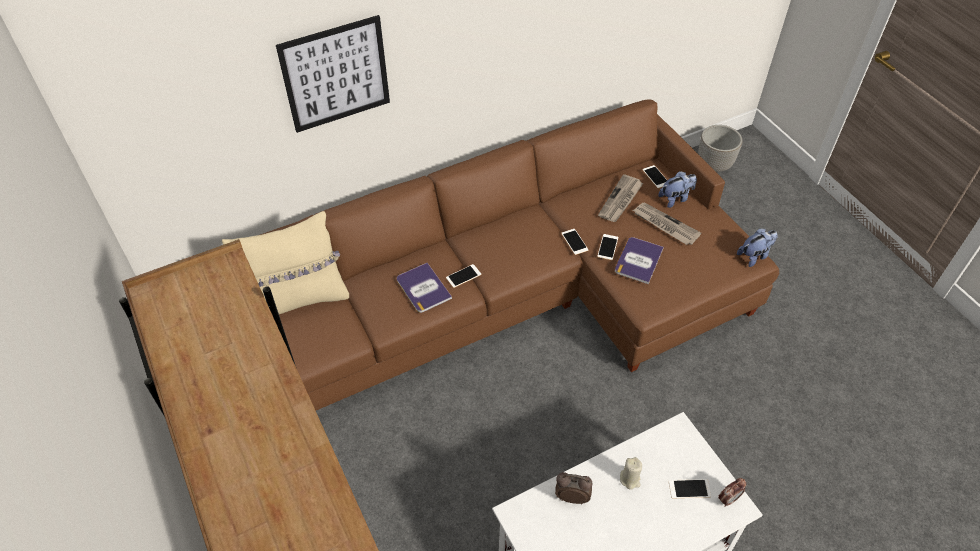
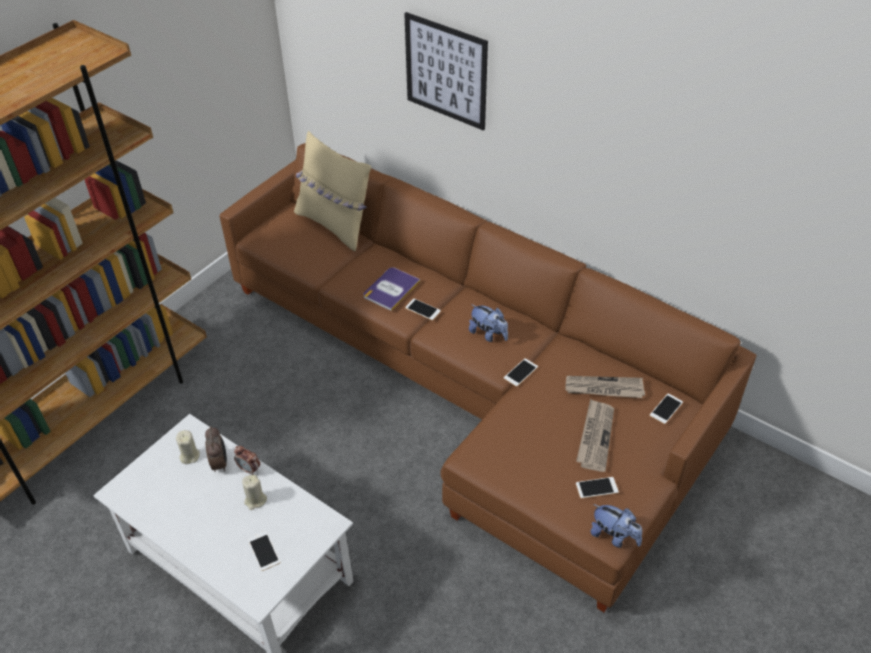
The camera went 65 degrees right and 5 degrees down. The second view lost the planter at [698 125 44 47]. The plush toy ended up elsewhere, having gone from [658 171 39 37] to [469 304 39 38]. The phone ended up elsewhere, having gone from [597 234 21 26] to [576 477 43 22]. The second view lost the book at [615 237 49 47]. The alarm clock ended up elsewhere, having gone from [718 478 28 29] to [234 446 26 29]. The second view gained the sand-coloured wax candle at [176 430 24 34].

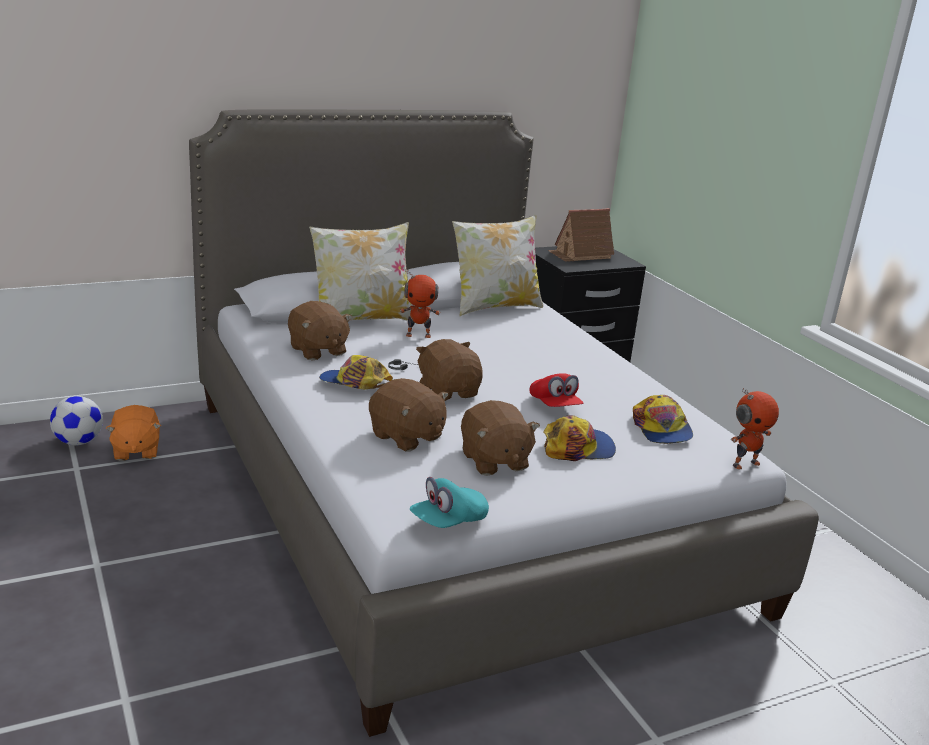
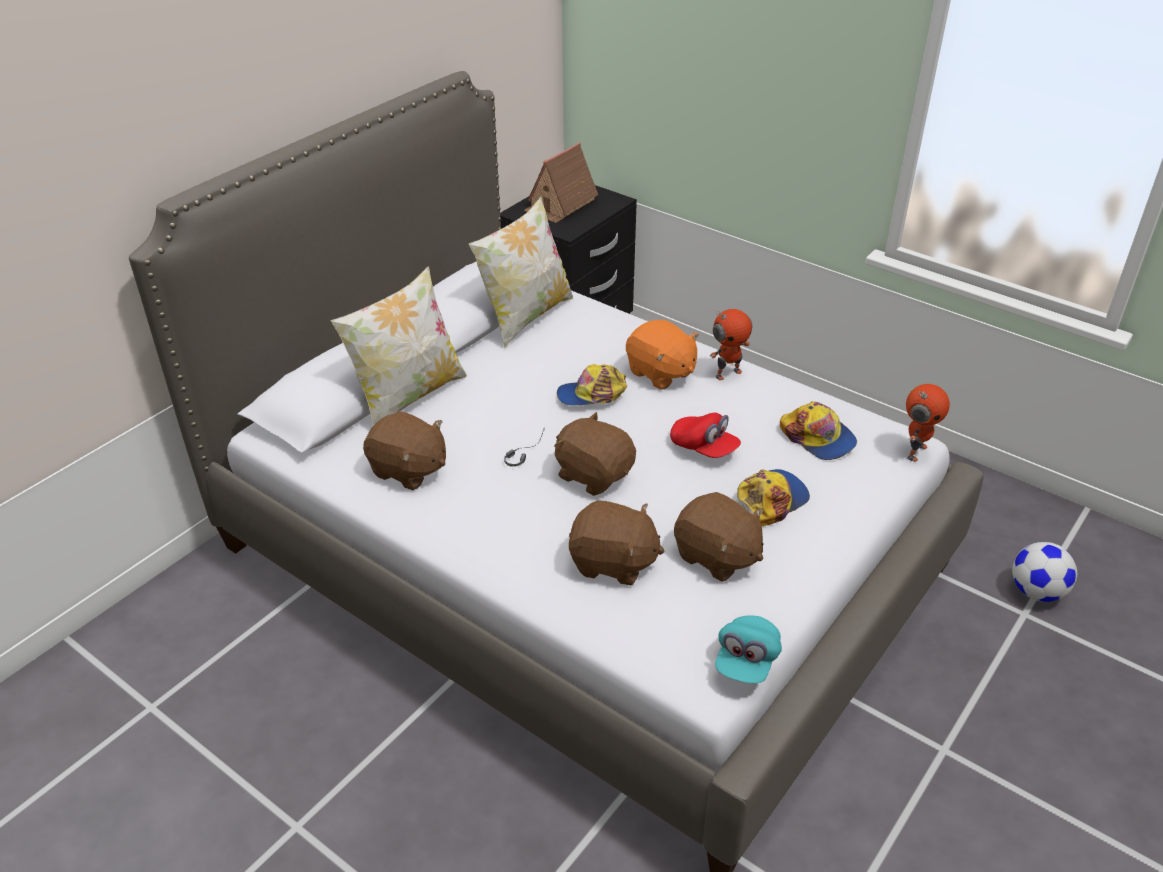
The camera went 25 degrees left and 15 degrees up. The robot figure ended up elsewhere, having gone from [400 268 40 70] to [710 309 42 71]. The baseball cap ended up elsewhere, having gone from [319 355 74 35] to [557 364 70 42]. The football ball ended up elsewhere, having gone from [50 396 53 49] to [1012 542 65 60]. The orange-coloured plush toy ended up elsewhere, having gone from [106 405 55 56] to [626 320 73 70].

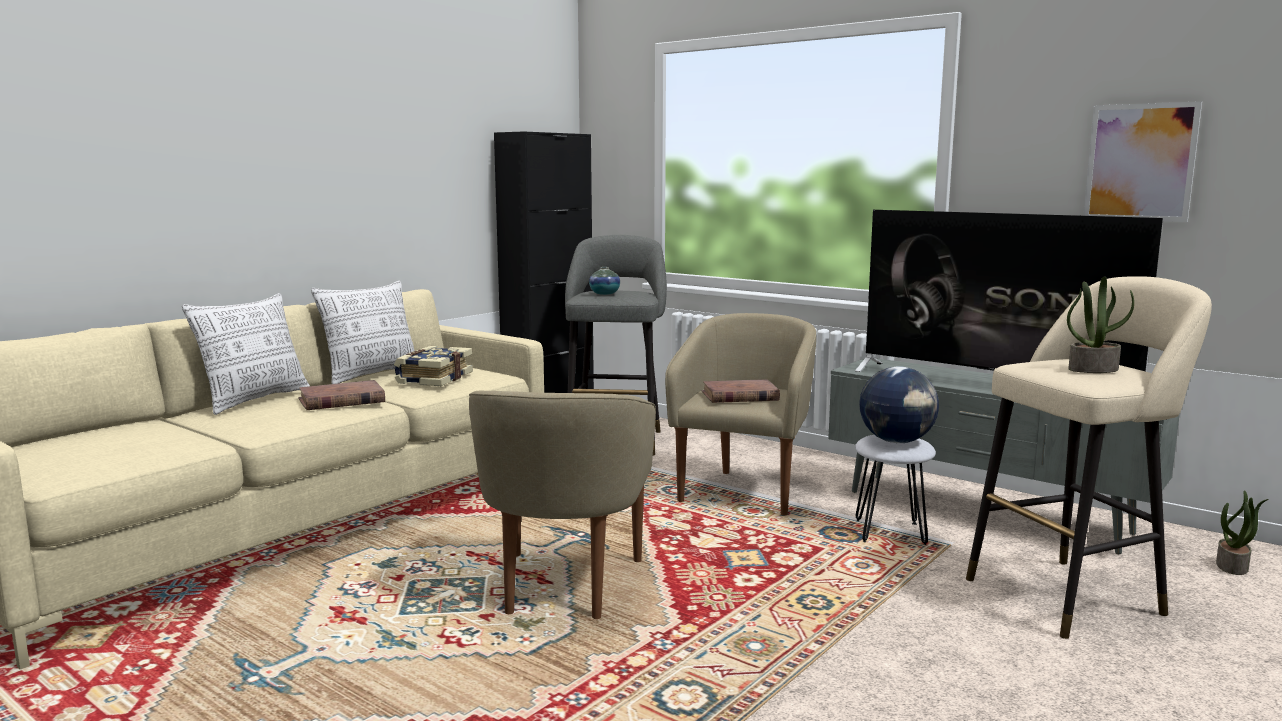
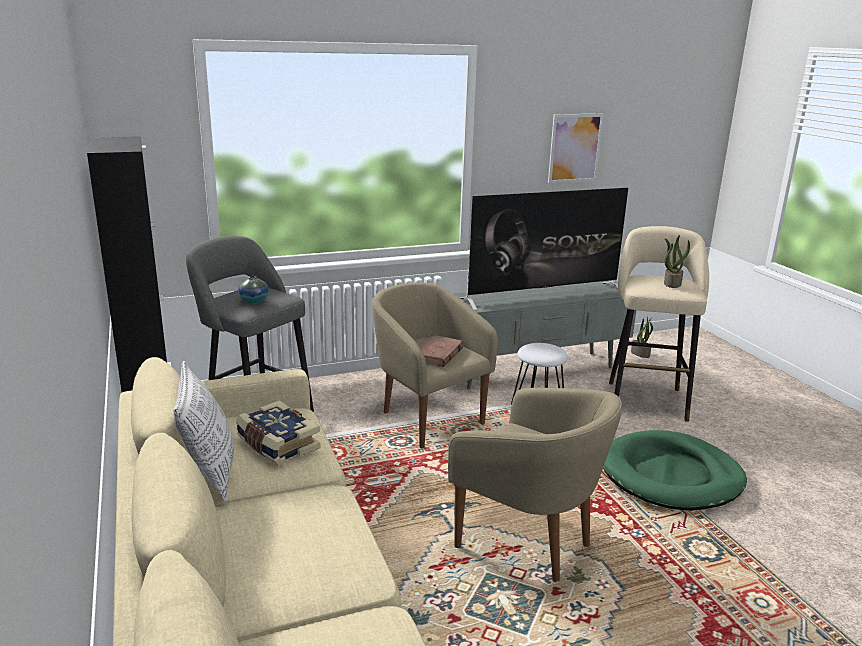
The camera went 60 degrees left and 10 degrees up. The second view lost the cushion at [182 293 128 122]. The second view lost the desk globe at [859 366 80 77]. The second view lost the brown-coloured book at [298 380 87 30]. The second view gained the green dog cushion at [603 430 144 80].

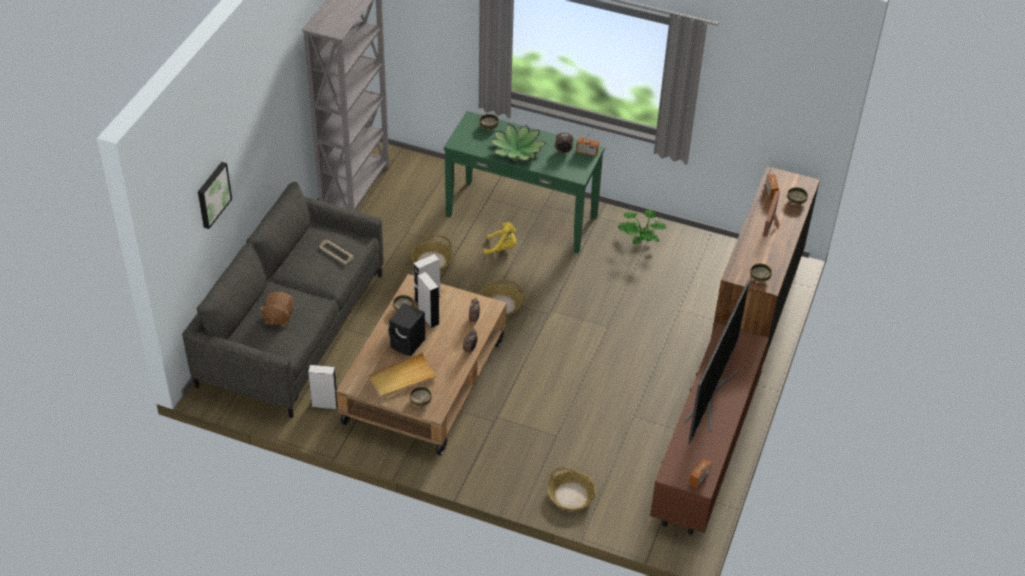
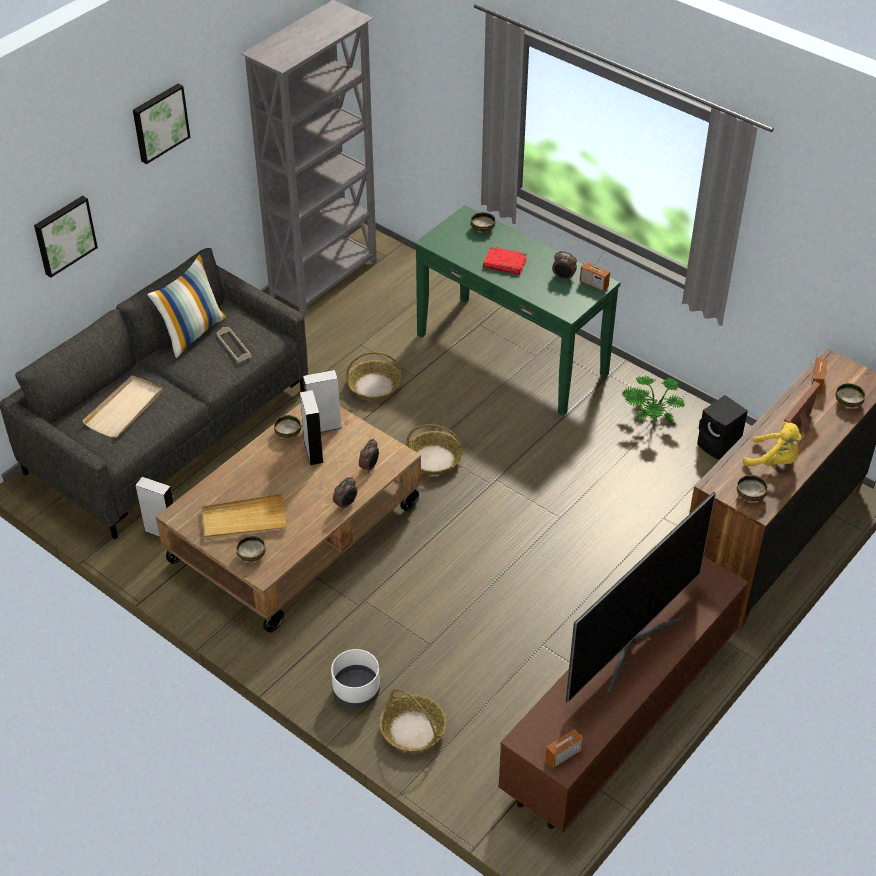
The camera went 20 degrees right and 0 degrees up. Where the plant in a pot stood at [490 124 56 39], the red-coloured book came to stand at [483 247 44 28]. The yellowish plush toy ended up elsewhere, having gone from [484 222 32 33] to [743 422 59 44]. Where the brown-coloured plush toy stood at [259 292 35 35], the sand-coloured tray came to stand at [82 375 81 63]. The blackish loudspeaker ended up elsewhere, having gone from [388 303 37 53] to [697 395 51 65]. The second view gained the picture at [133 84 57 80]. The second view gained the cushion at [147 254 79 104]. The second view gained the white planter at [331 649 49 59].

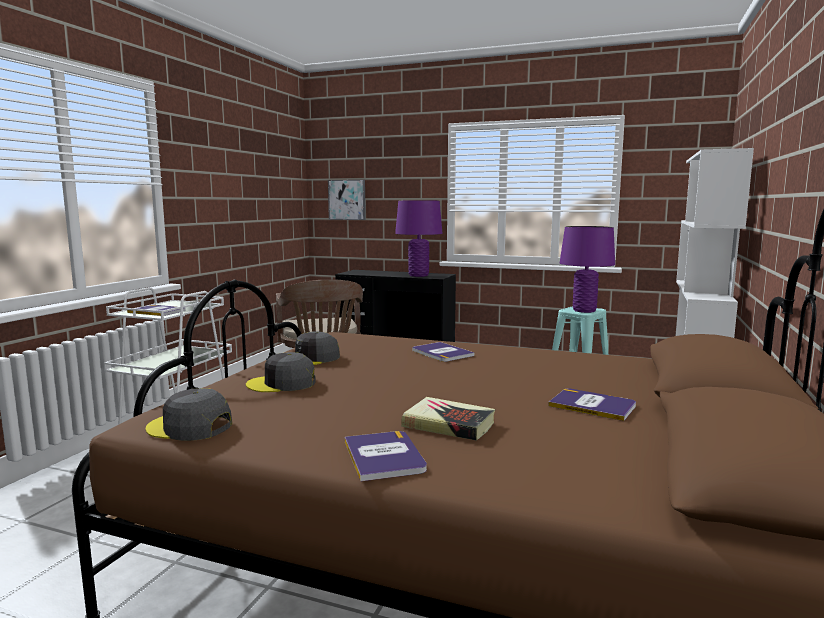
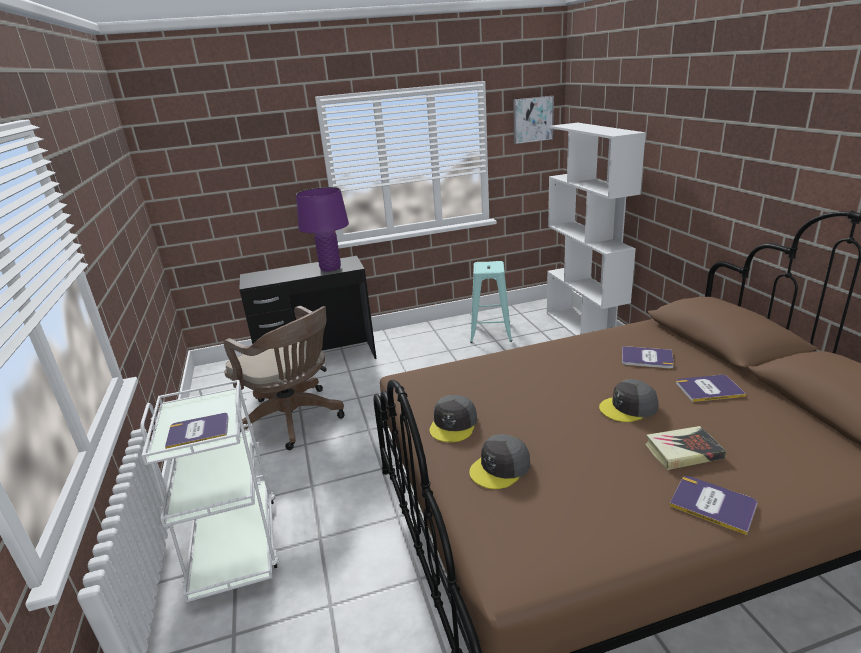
The camera went 35 degrees left and 15 degrees up. The picture ended up elsewhere, having gone from [328 180 38 40] to [514 96 40 48]. The second view lost the purplish tabletop lamp at [560 226 55 87]. The book ended up elsewhere, having gone from [412 342 62 20] to [622 346 52 23]. The gray baseball cap ended up elsewhere, having gone from [146 388 86 53] to [599 379 59 43].

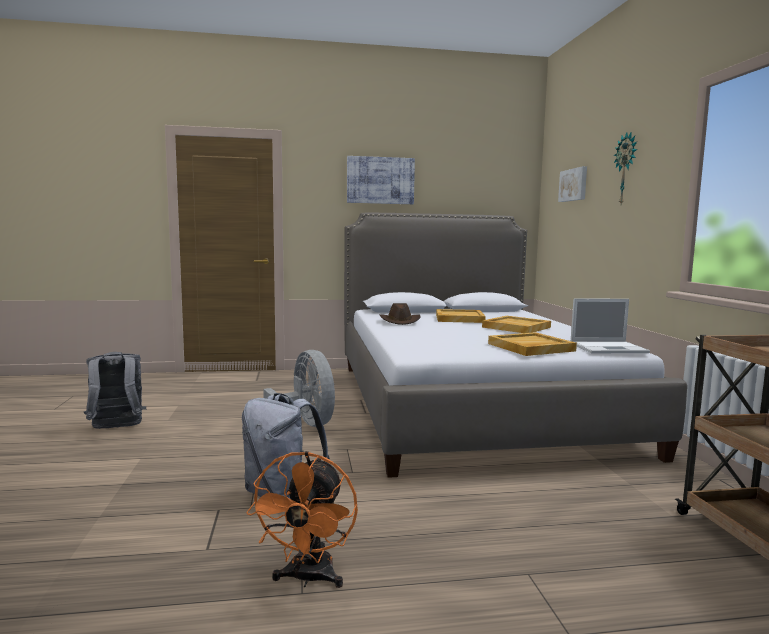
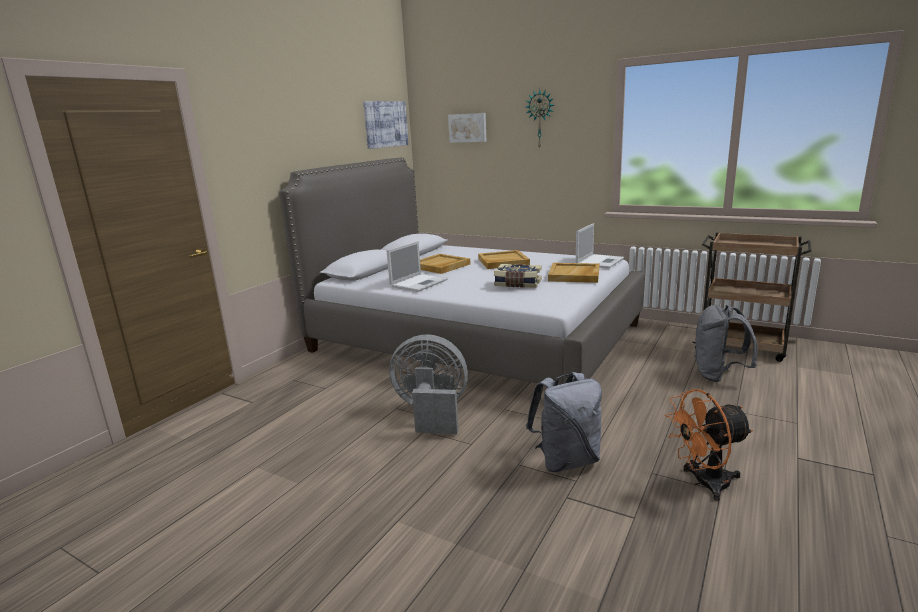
The camera went 50 degrees left and 10 degrees up. The picture ended up elsewhere, having gone from [347 156 68 48] to [363 101 46 48]. Where the brown-coloured clothing hat stood at [380 303 41 22], the portable computer came to stand at [387 241 61 51]. The gray rucksack ended up elsewhere, having gone from [84 352 62 77] to [694 305 64 77]. The orange-coloured fan at [247 451 111 137] ended up facing another way, 120 degrees clockwise from before. The second view gained the book at [494 264 48 24].

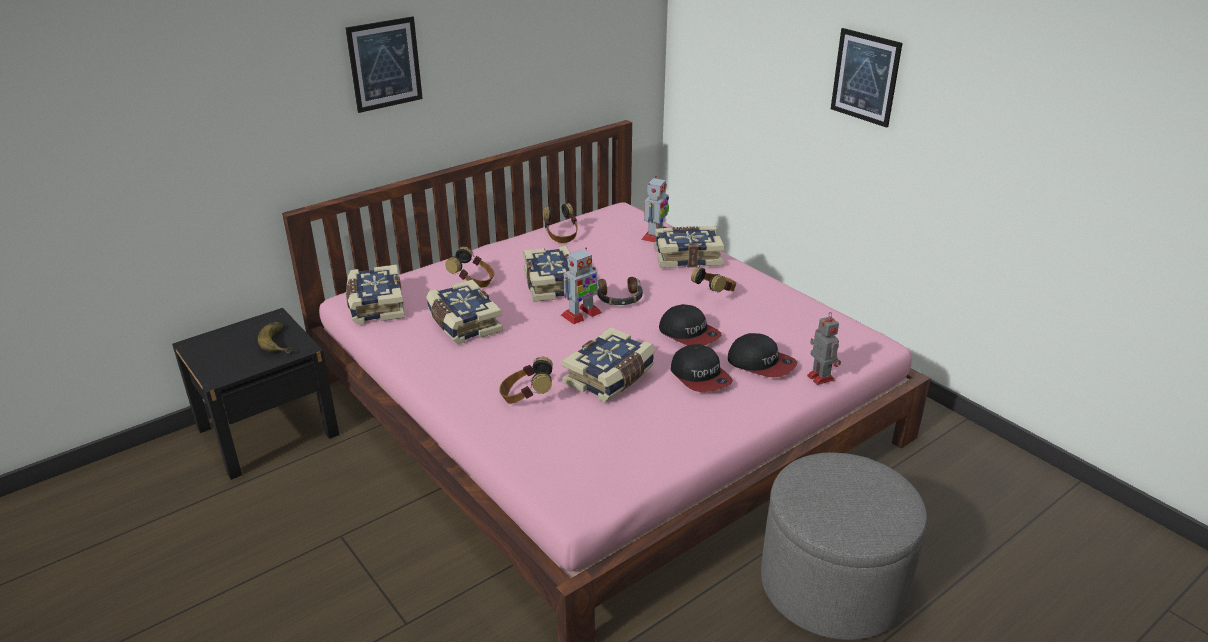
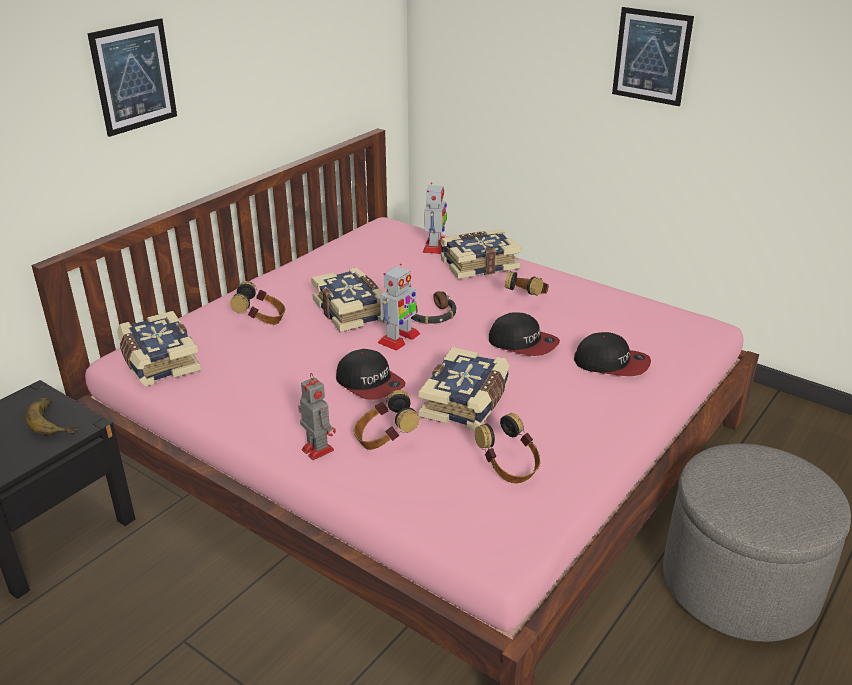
The camera went 15 degrees left and 0 degrees up. The headphones ended up elsewhere, having gone from [543 203 35 40] to [475 413 65 70]. The second view lost the book at [426 279 77 65]. The robot figure ended up elsewhere, having gone from [807 312 34 73] to [298 373 38 87]. The baseball cap ended up elsewhere, having gone from [671 344 62 48] to [336 349 70 51].

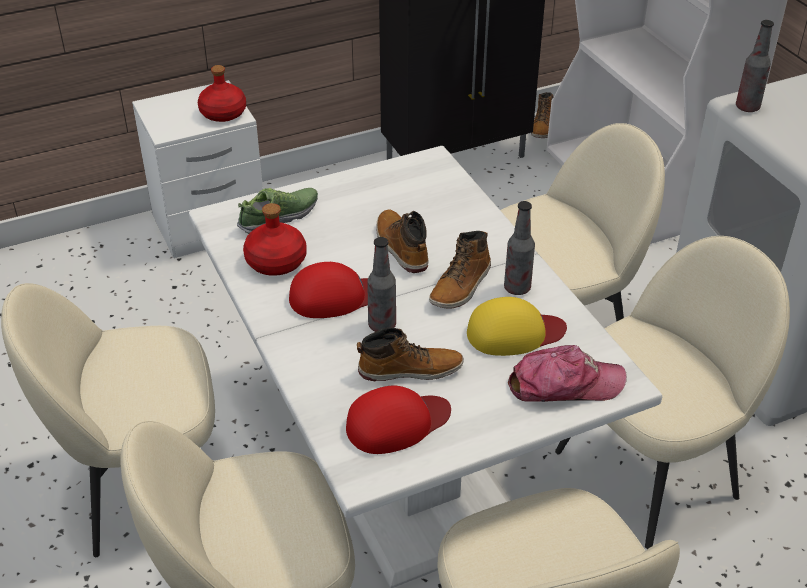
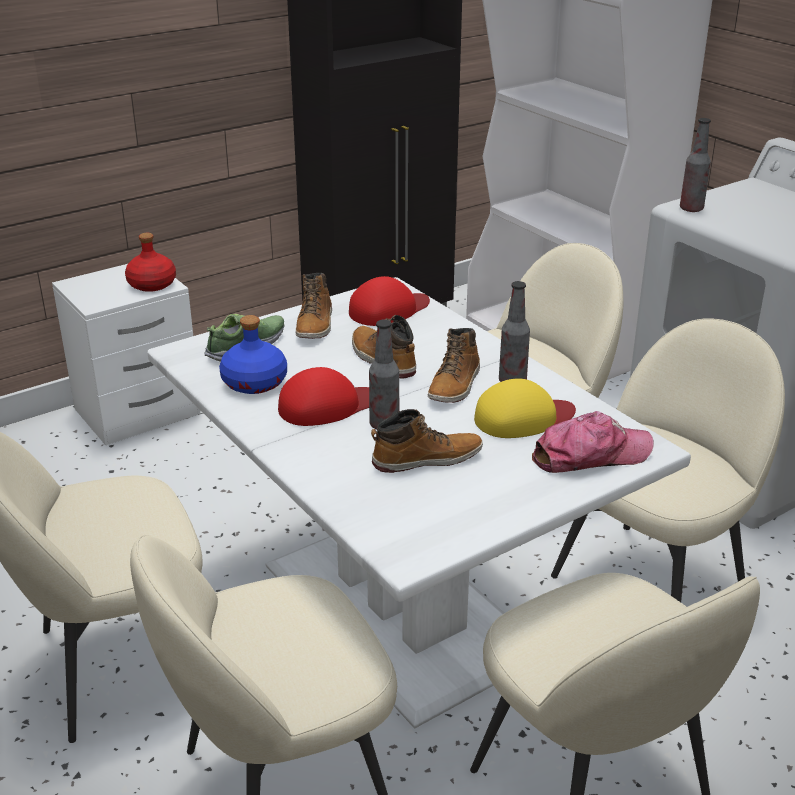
The camera went 10 degrees left and 10 degrees down. The boot ended up elsewhere, having gone from [531 92 23 46] to [296 273 36 66]. What was the red-coloured drink bottle at [243 203 64 73] turned into the bluish drink bottle at [219 315 68 79]. The red-coloured baseball cap ended up elsewhere, having gone from [346 386 105 68] to [349 276 81 50].

